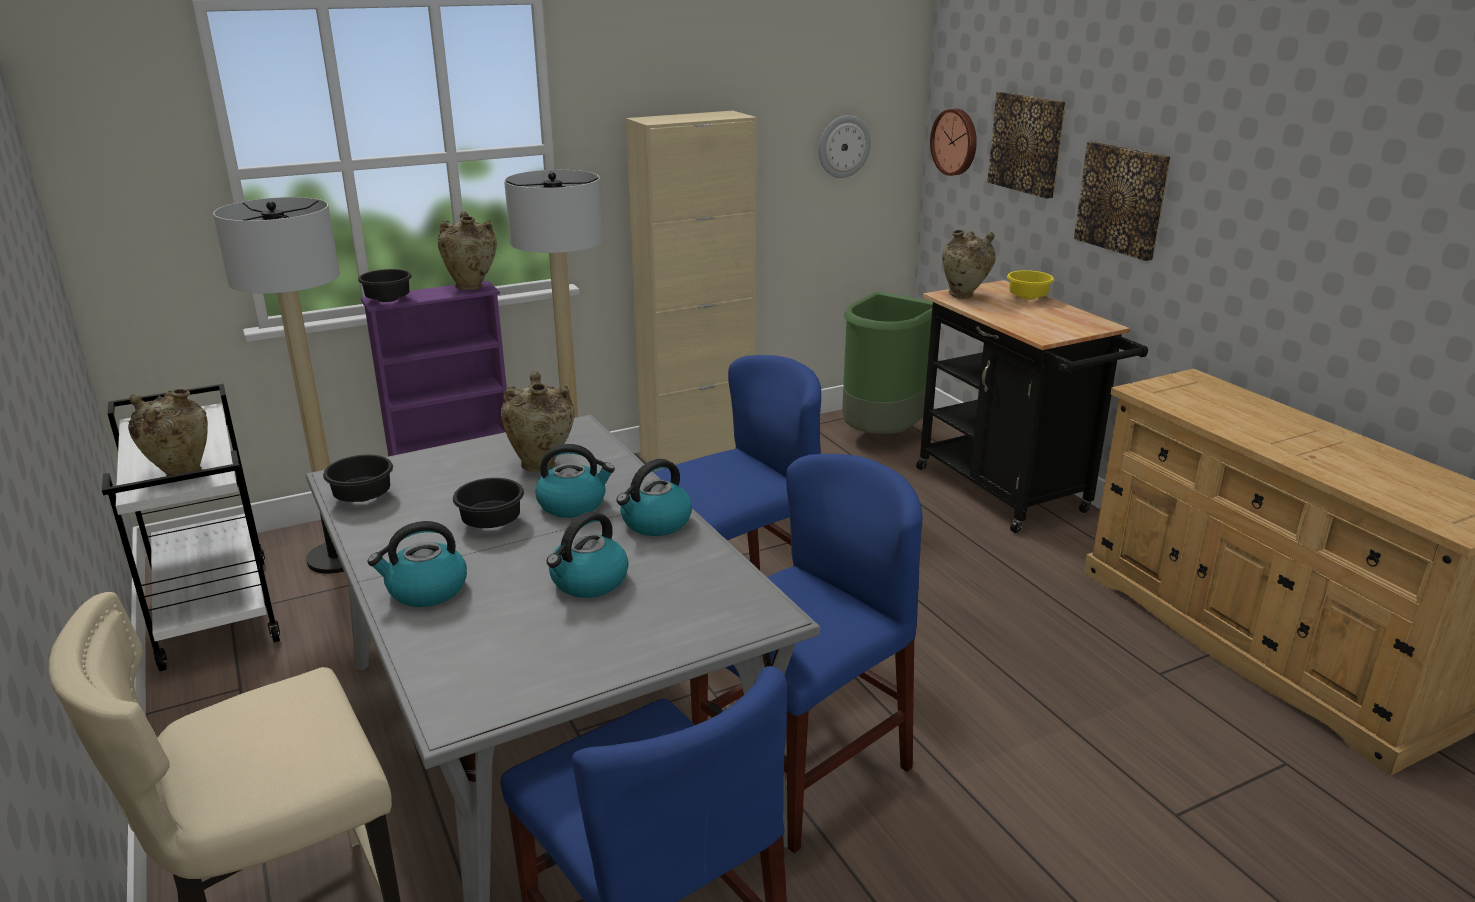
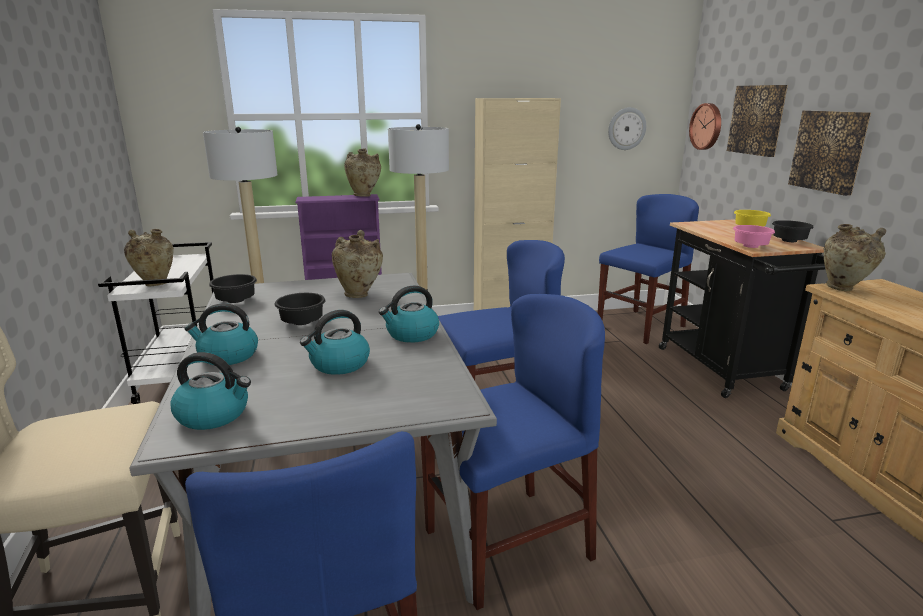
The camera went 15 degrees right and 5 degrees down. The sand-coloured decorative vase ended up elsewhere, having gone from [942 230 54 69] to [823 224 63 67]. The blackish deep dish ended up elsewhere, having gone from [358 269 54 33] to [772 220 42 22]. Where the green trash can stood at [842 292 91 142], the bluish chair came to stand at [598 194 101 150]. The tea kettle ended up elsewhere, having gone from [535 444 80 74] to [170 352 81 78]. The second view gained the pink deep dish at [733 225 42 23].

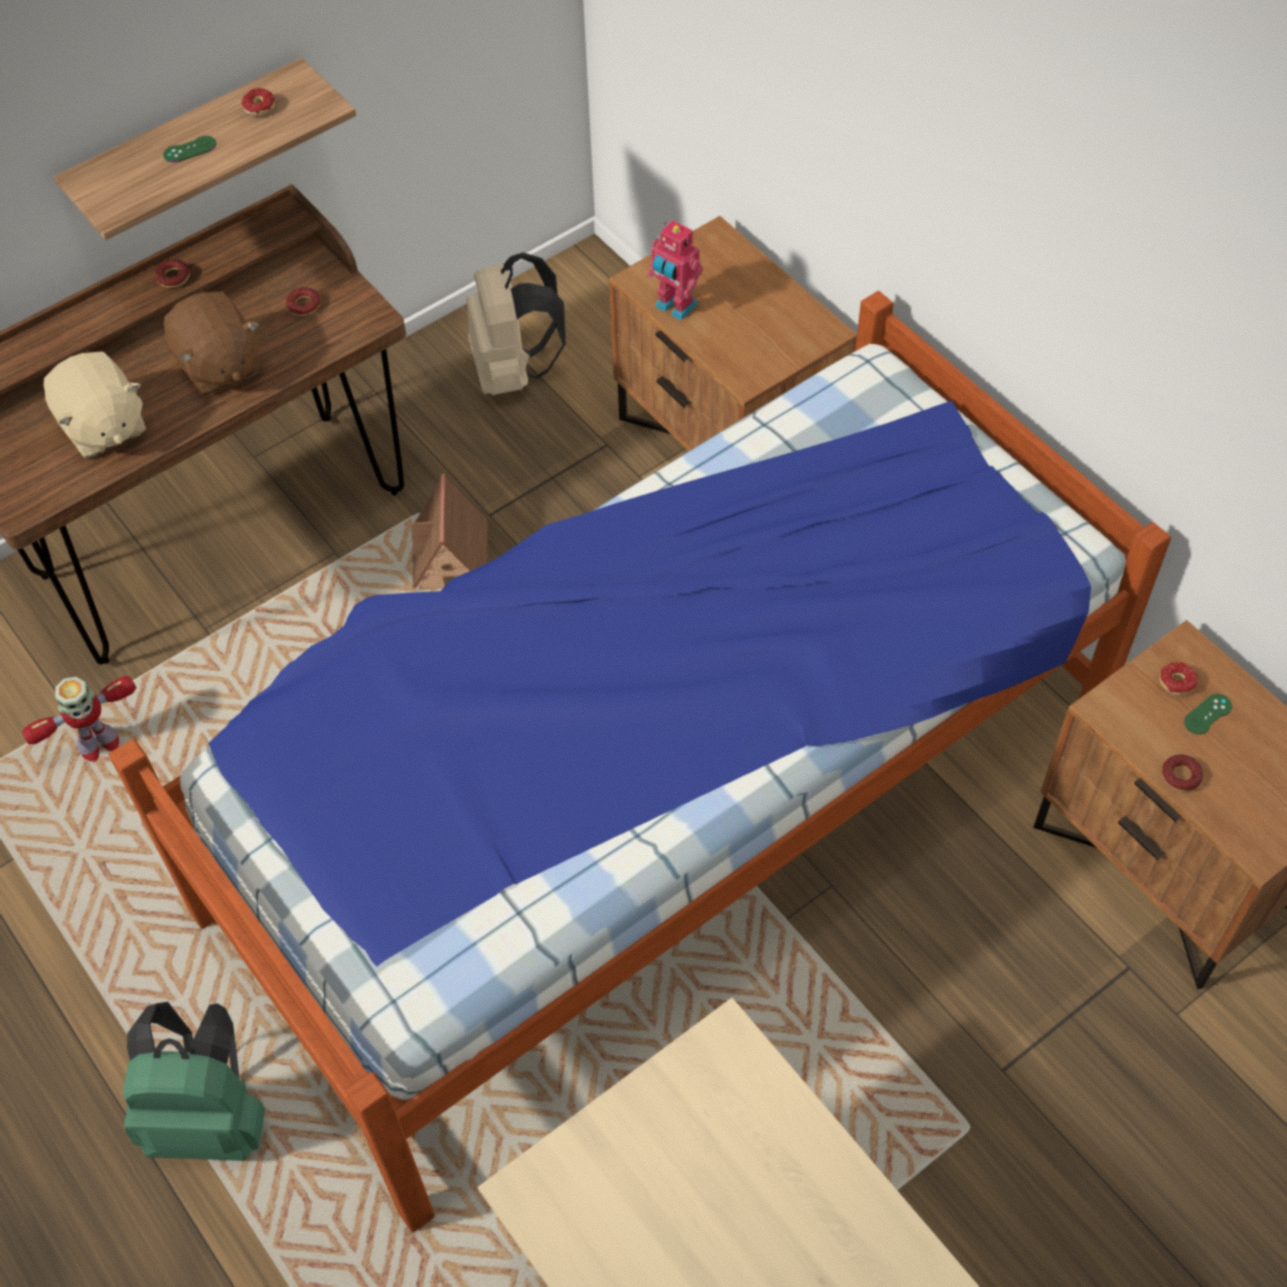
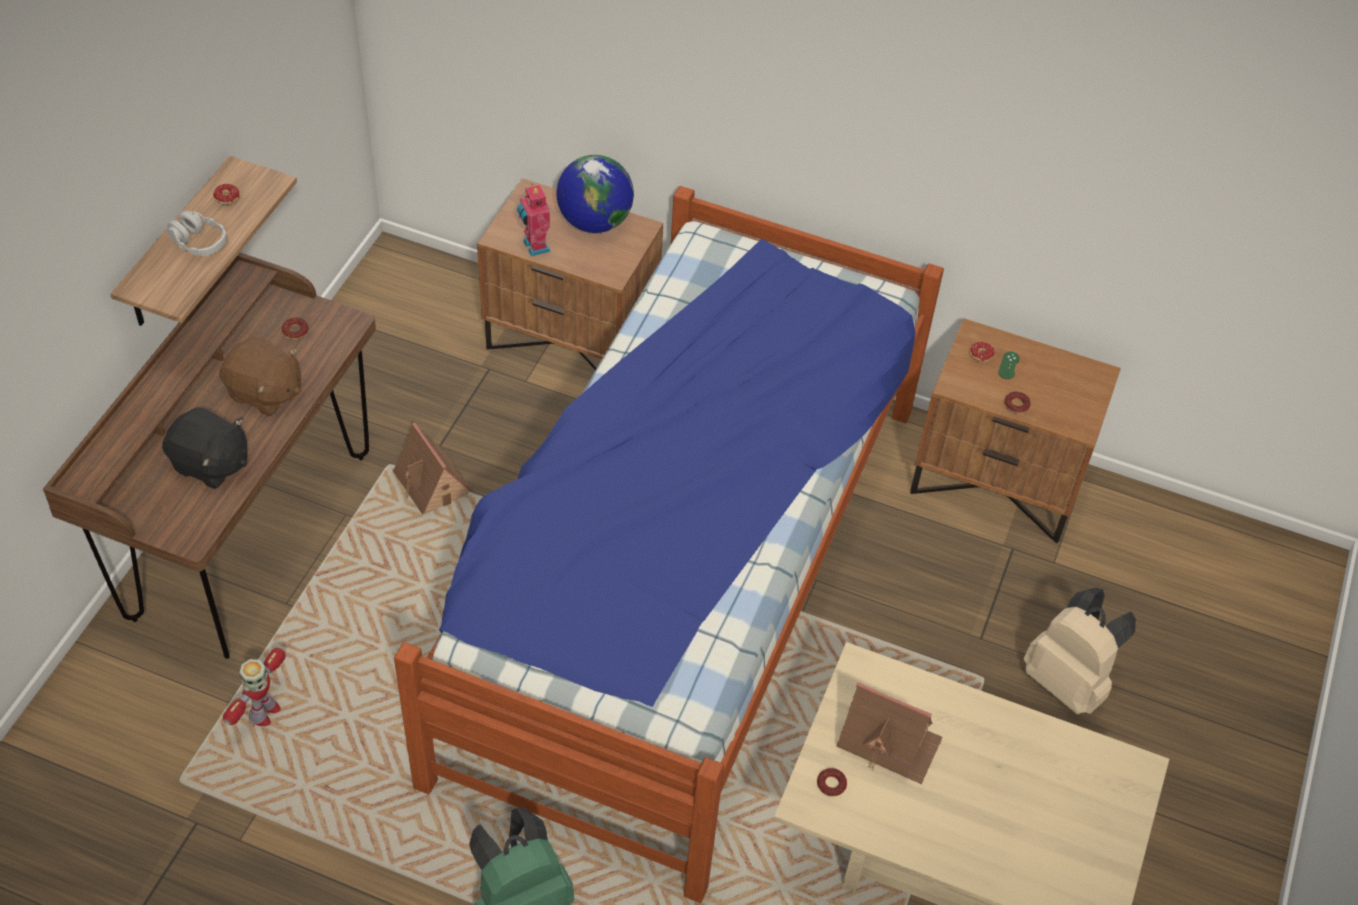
The camera went 35 degrees left and 5 degrees down. Where the green game controller stood at [163 136 53 27], the gray headphones came to stand at [167 211 60 45]. The robot figure at [647 220 56 101] ended up facing another way, 60 degrees clockwise from before. The sand-coloured rucksack ended up elsewhere, having gone from [466 253 100 142] to [1024 588 112 127]. The doughnut ended up elsewhere, having gone from [154 259 36 29] to [817 768 30 29]. What was the sand-coloured plush toy at [44 352 102 106] turned into the blackish plush toy at [162 407 86 82]. The second view gained the desk globe at [556 155 78 78]. The second view gained the miniature house at [836 682 107 102].

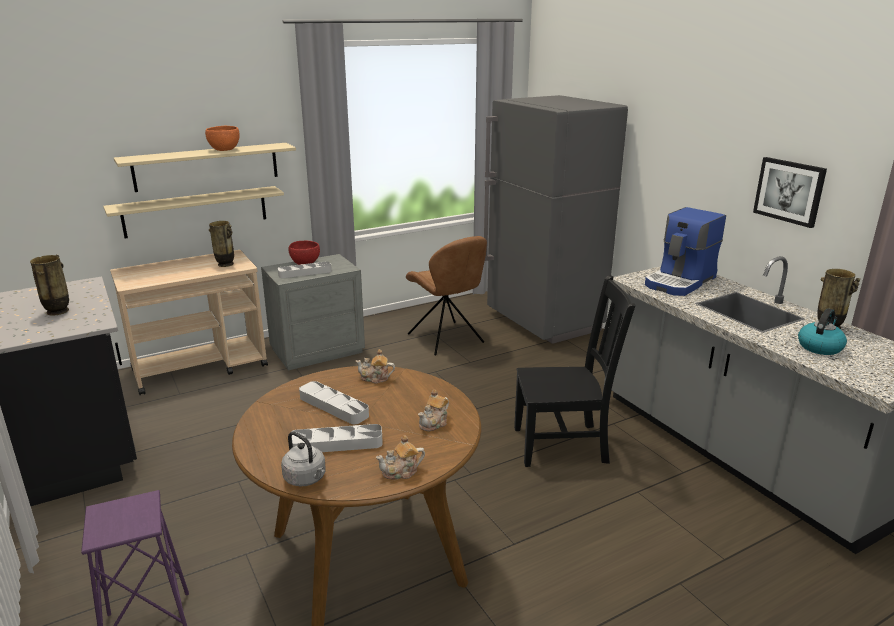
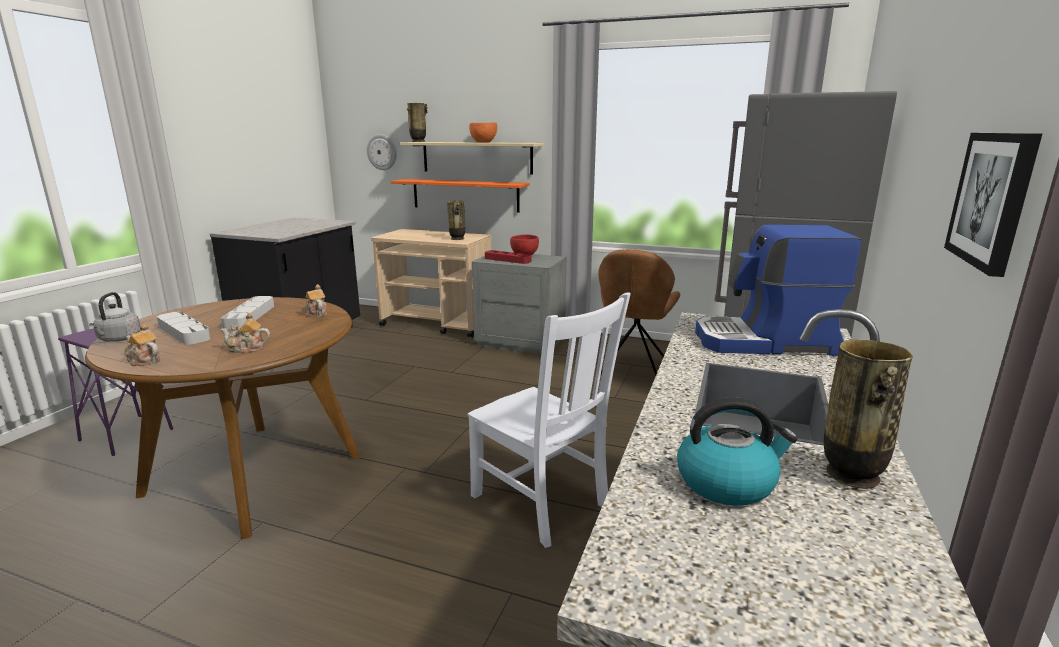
The camera went 50 degrees right and 5 degrees down. What was the sand-coloured wall shelf at [103 186 181 53] turned into the orange-coloured wall shelf at [390 179 140 34]. The decorative vase ended up elsewhere, having gone from [30 255 39 61] to [407 103 21 39]. What was the gray tray at [278 262 54 16] turned into the red-coloured tray at [485 250 46 14]. What was the blackish chair at [514 275 122 192] turned into the white chair at [468 292 163 256]. The second view gained the wall clock at [367 134 30 36].

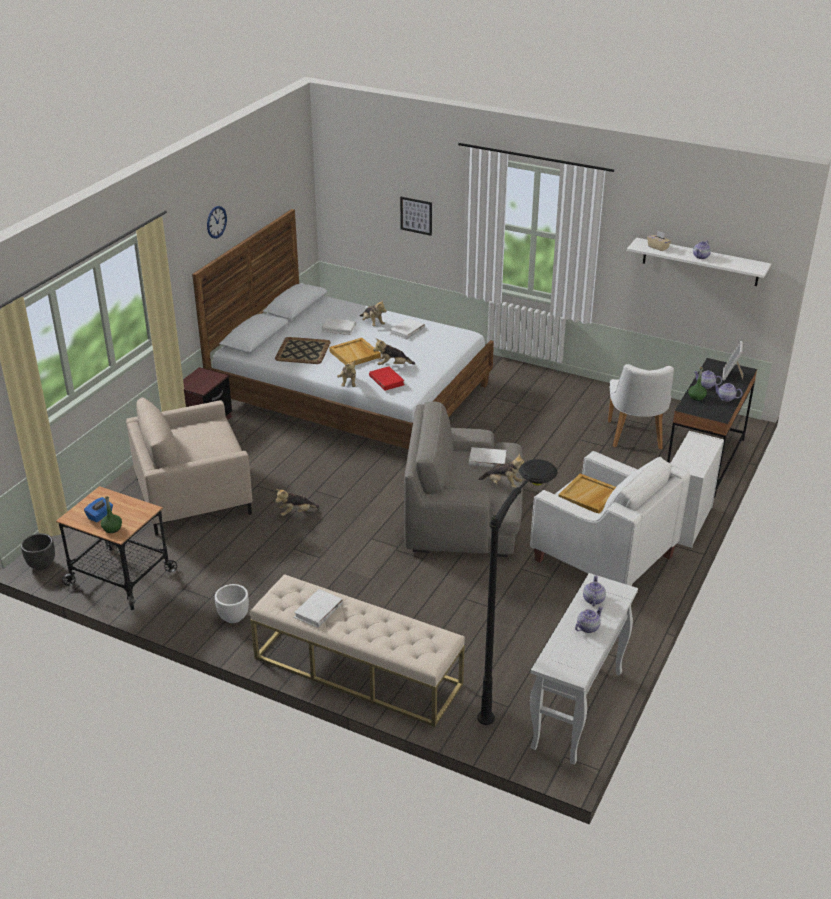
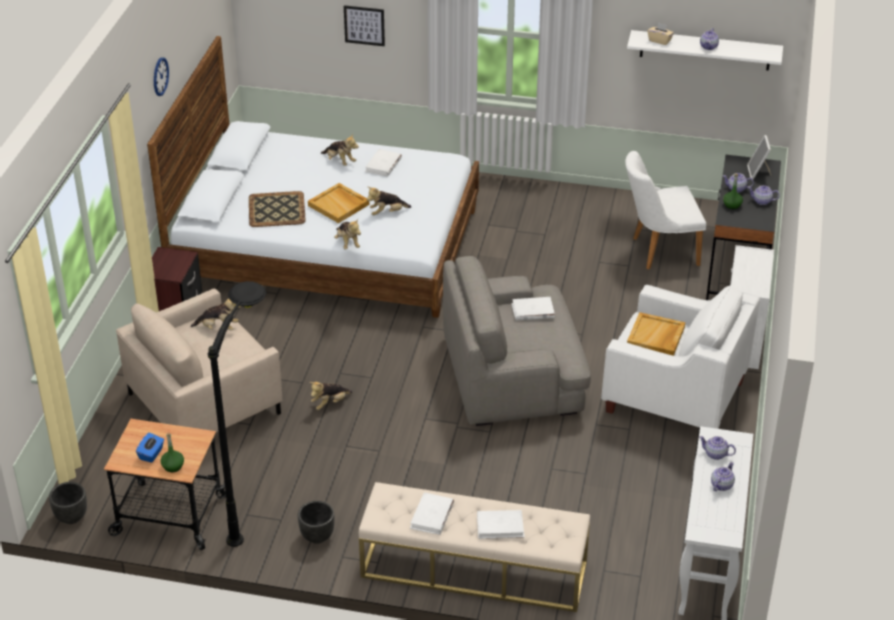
The camera went 15 degrees left and 5 degrees up. The white book ended up elsewhere, having gone from [321 318 35 17] to [477 510 48 29]. The white chair at [608 364 66 86] ended up facing another way, 90 degrees clockwise from before. The second view lost the red-coloured book at [369 367 36 24]. The plush toy ended up elsewhere, having gone from [478 453 46 35] to [191 298 50 32]. The blackish standing lamp ended up elsewhere, having gone from [477 459 81 266] to [208 281 58 266]. The teapot at [583 576 23 30] ended up facing another way, 60 degrees counterclockwise from before. What was the white planter at [215 584 34 39] turned into the blackish planter at [298 501 37 43].

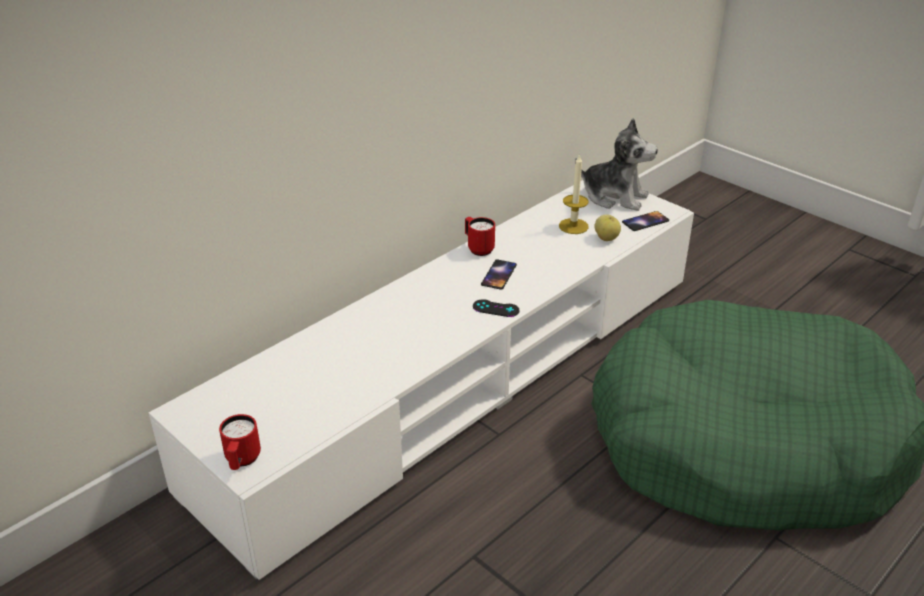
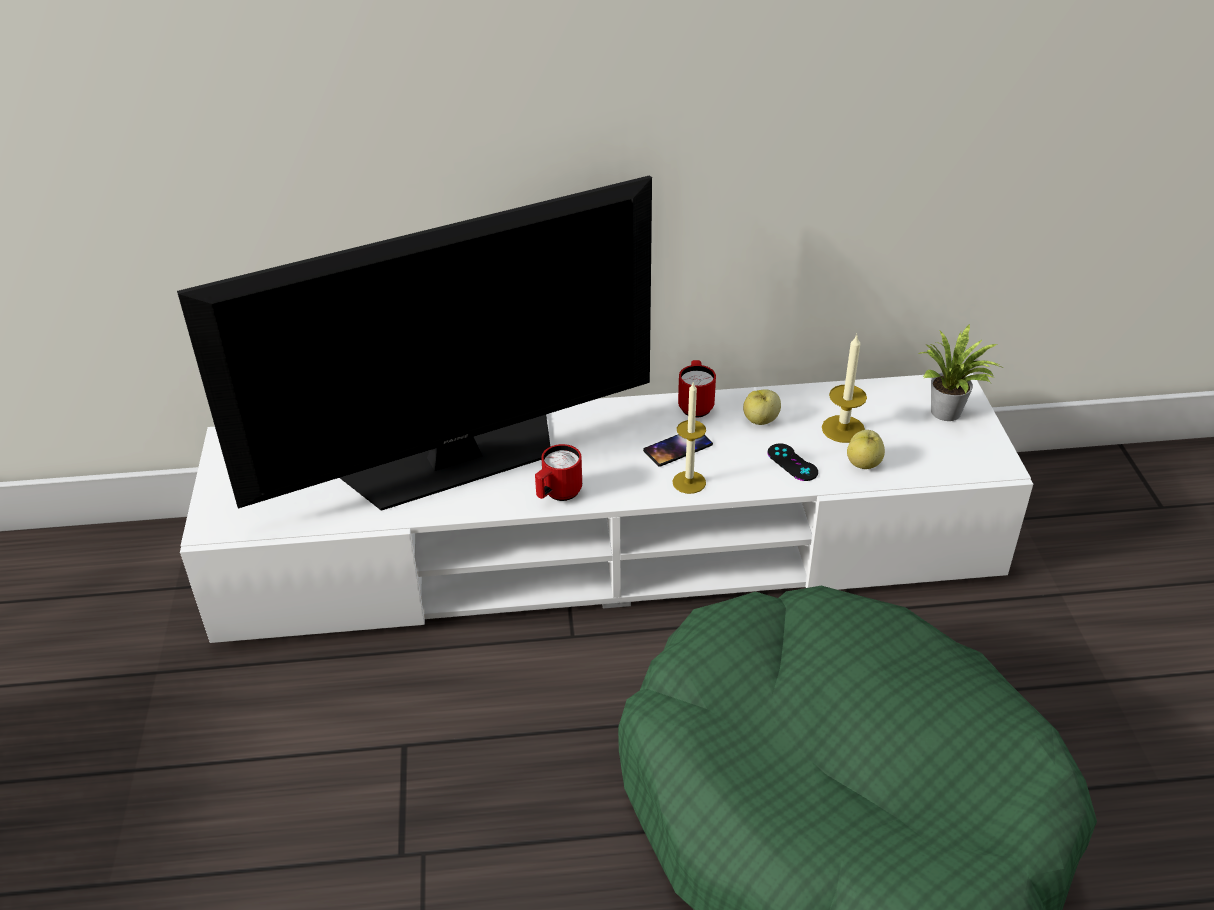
The camera went 40 degrees right and 5 degrees up. Where the plush toy stood at [575 118 83 93], the plant in a pot came to stand at [918 324 86 97]. The second view lost the phone at [622 211 47 20]. The blackish game controller ended up elsewhere, having gone from [473 299 47 18] to [768 444 50 37]. The red-coloured coffee mug ended up elsewhere, having gone from [219 414 42 56] to [535 444 47 57]. The second view gained the TV at [177 175 475 336]. The second view gained the wax candle at [672 381 34 113]. The second view gained the apple fruit at [743 389 38 36].

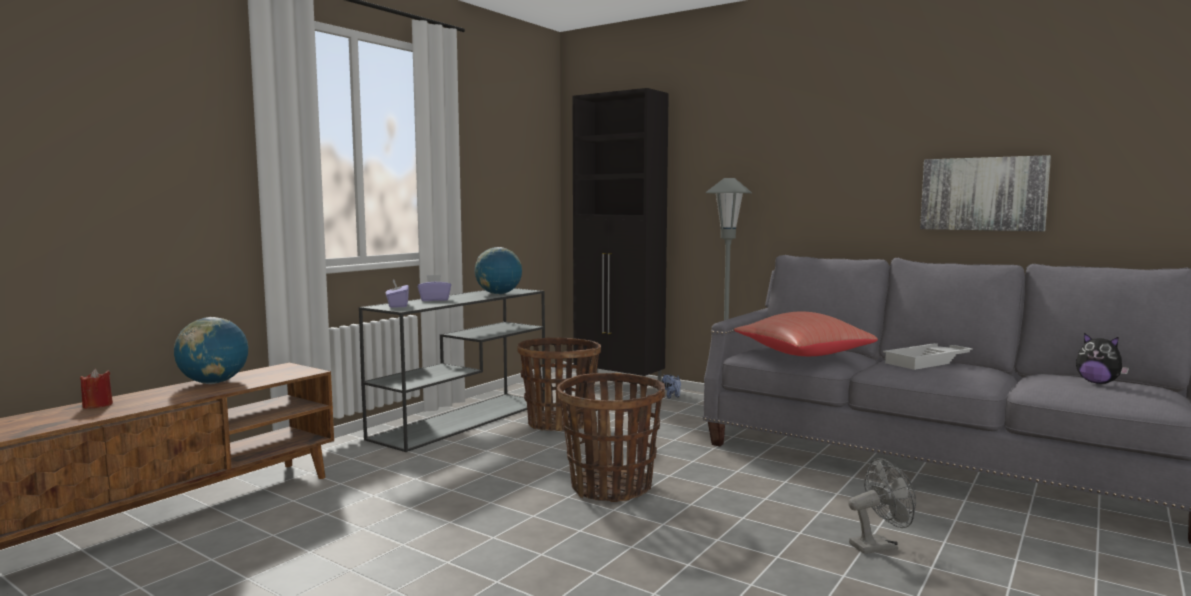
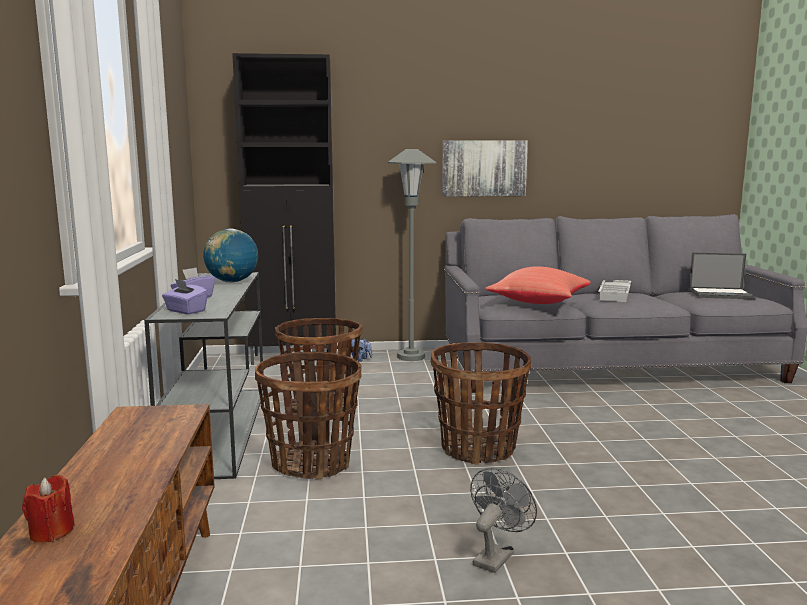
The camera went 40 degrees left and 5 degrees up. The picture ended up elsewhere, having gone from [920 155 131 76] to [442 140 86 57]. The second view lost the desk globe at [174 317 74 67]. Where the plush toy stood at [1076 333 53 51], the portable computer came to stand at [689 252 67 47]. The gray fan ended up elsewhere, having gone from [848 458 68 96] to [470 468 67 105]. The second view gained the storage basket at [255 351 107 128].

